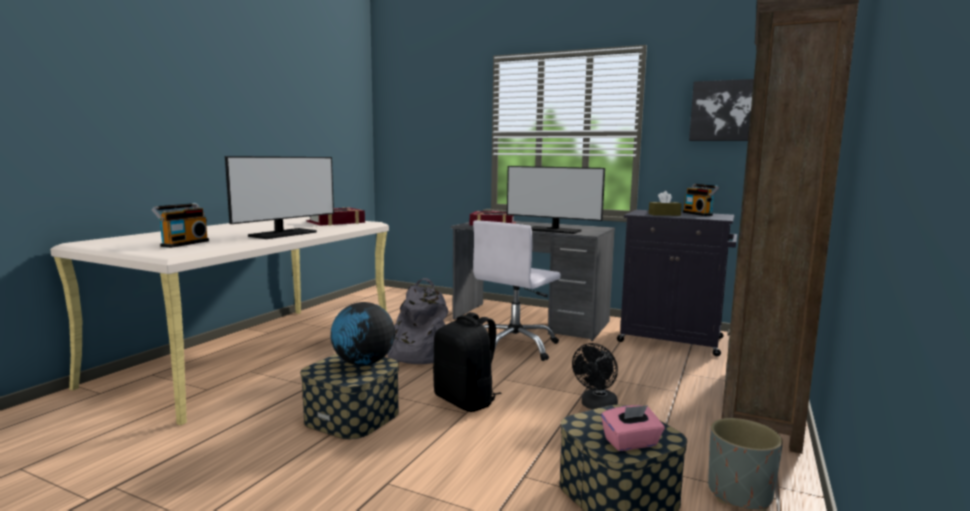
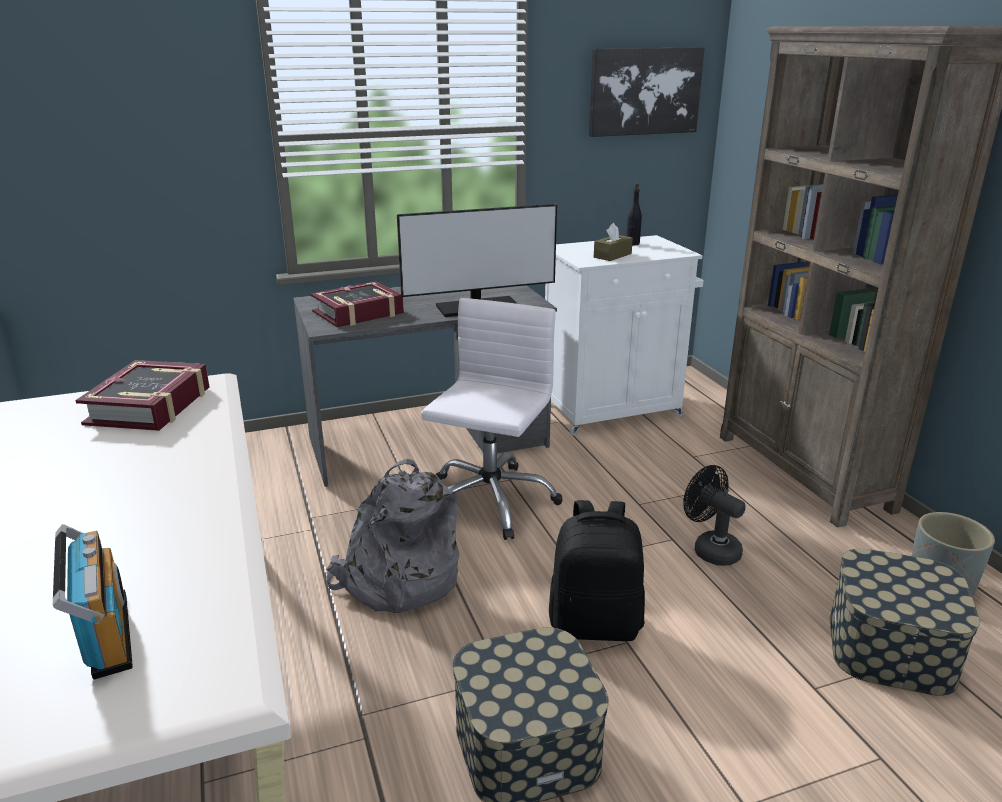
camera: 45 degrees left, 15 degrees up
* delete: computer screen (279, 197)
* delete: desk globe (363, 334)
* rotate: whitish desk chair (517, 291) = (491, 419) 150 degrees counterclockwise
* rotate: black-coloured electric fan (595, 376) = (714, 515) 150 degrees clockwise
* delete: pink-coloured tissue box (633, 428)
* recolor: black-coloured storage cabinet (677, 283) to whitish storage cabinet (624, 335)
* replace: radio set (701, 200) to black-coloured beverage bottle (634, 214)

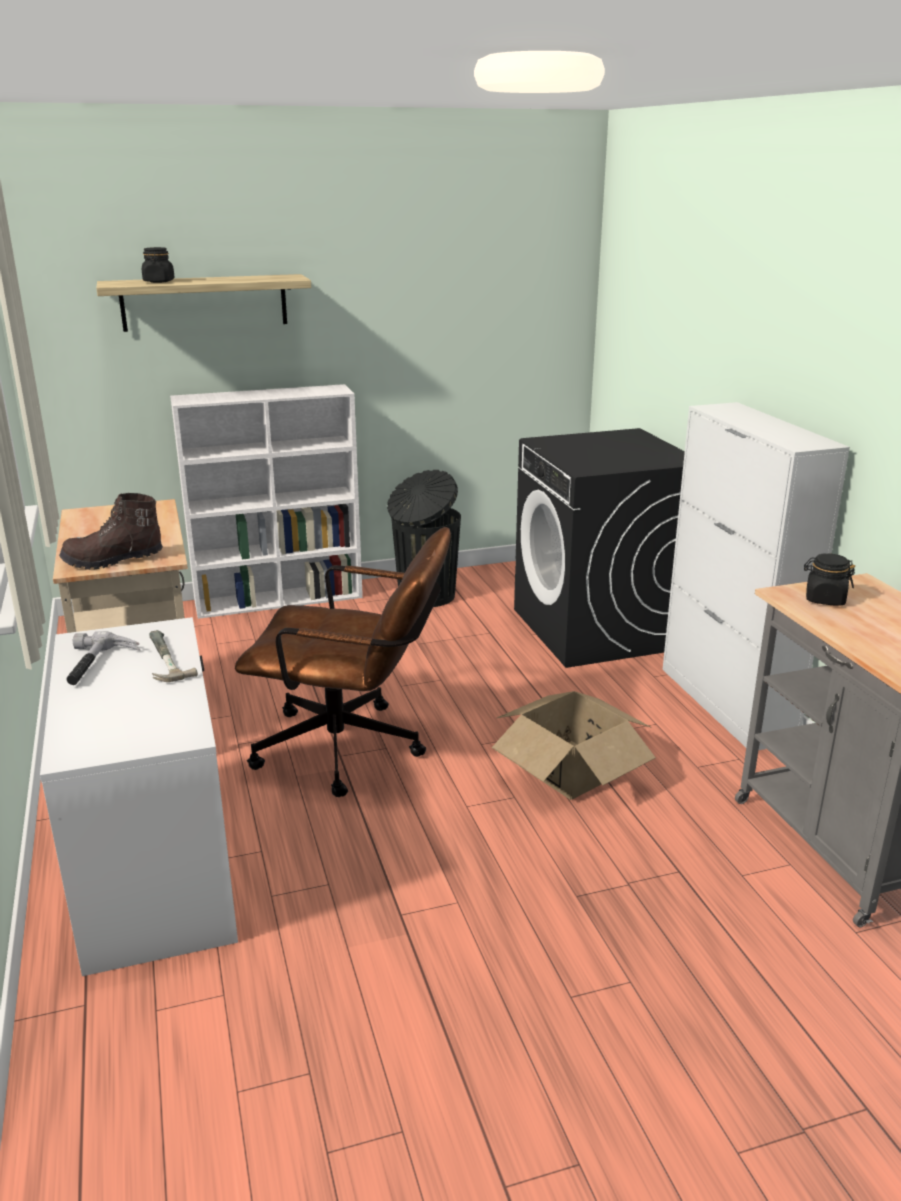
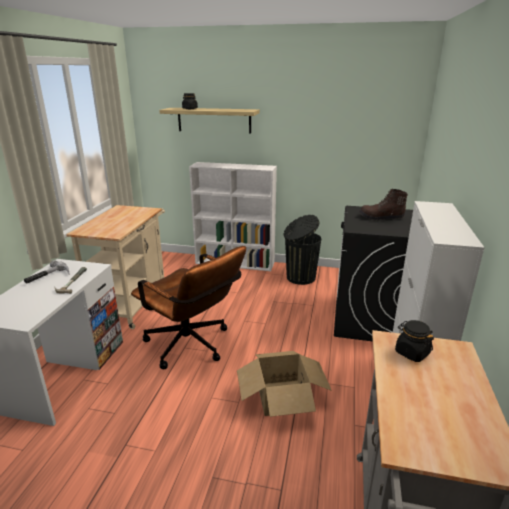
camera: 30 degrees right, 0 degrees up
* move: brownish high-top boot (111, 531) to (383, 204)

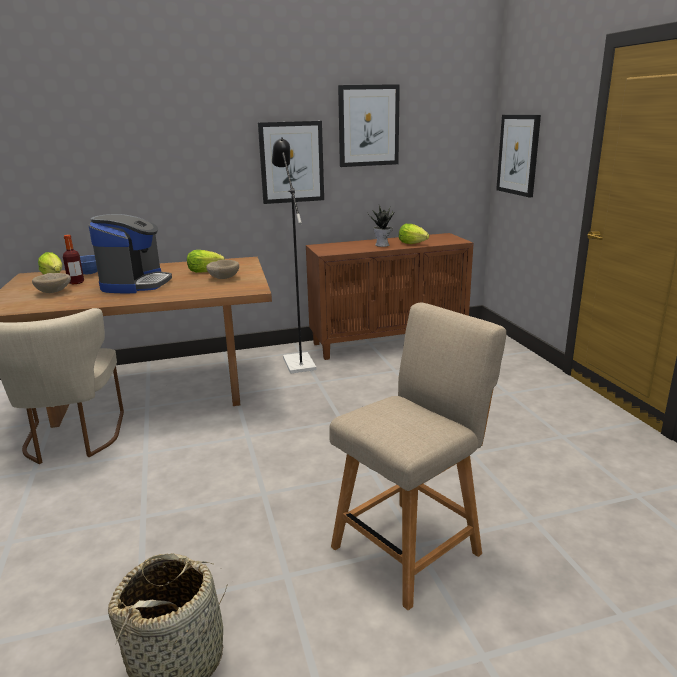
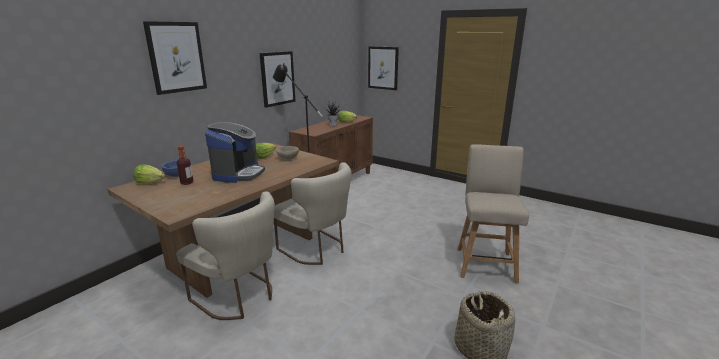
camera: 40 degrees left, 0 degrees up
* delete: beige-coloured deep dish (51, 283)
* rotate: coffee brewer (130, 253) = (235, 152) 45 degrees clockwise
* move: wall art (369, 125) to (175, 58)
* insert: beige-coloured chair (313, 213)

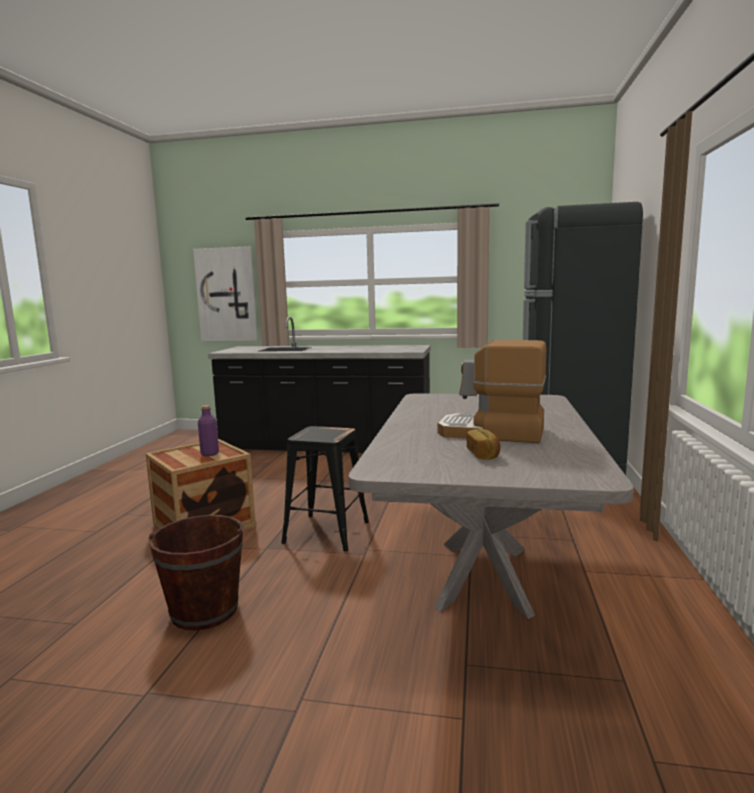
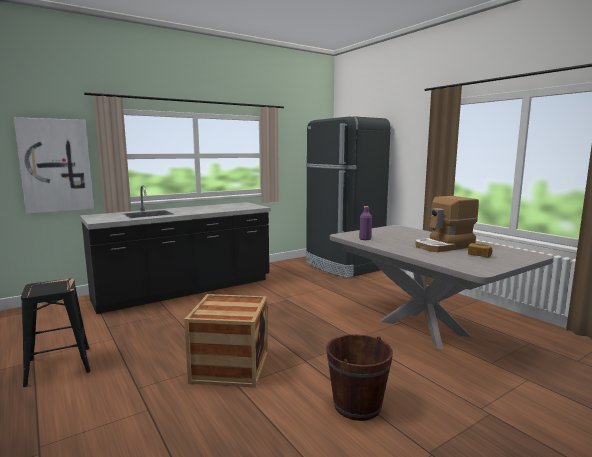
camera: 45 degrees left, 0 degrees up
* move: purple-coloured beverage bottle (208, 430) to (365, 223)
* move: black-coloured sitting stool (325, 488) to (56, 332)

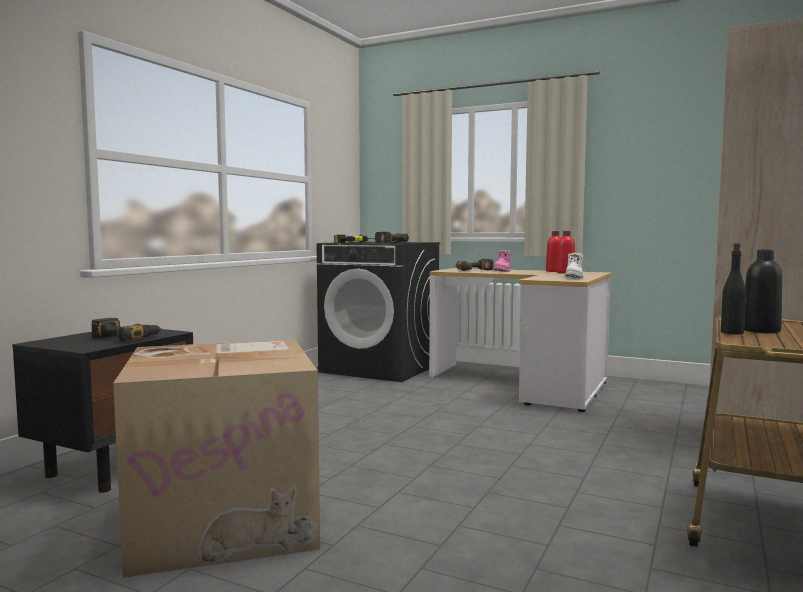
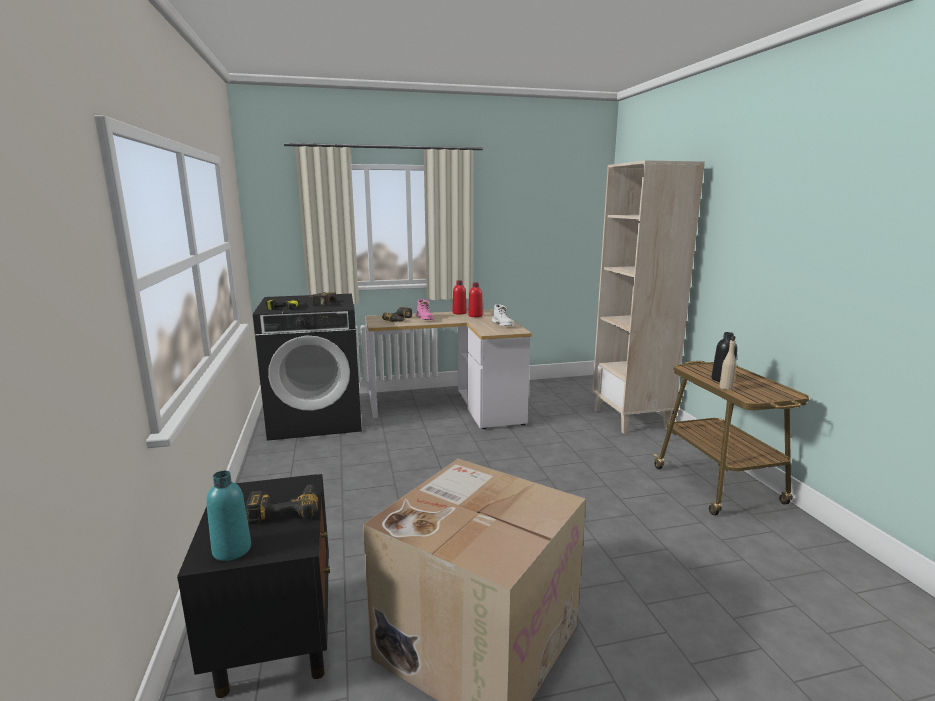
camera: 40 degrees left, 10 degrees up
* recolor: black-coloured beverage bottle (734, 288) to beige-coloured beverage bottle (728, 363)
* insert: turquoise-coloured beverage bottle (228, 516)

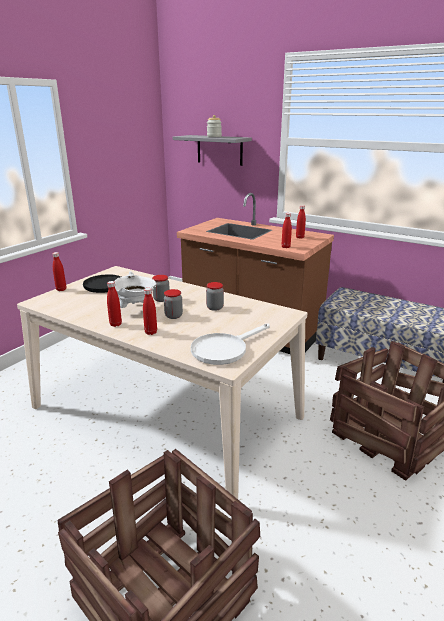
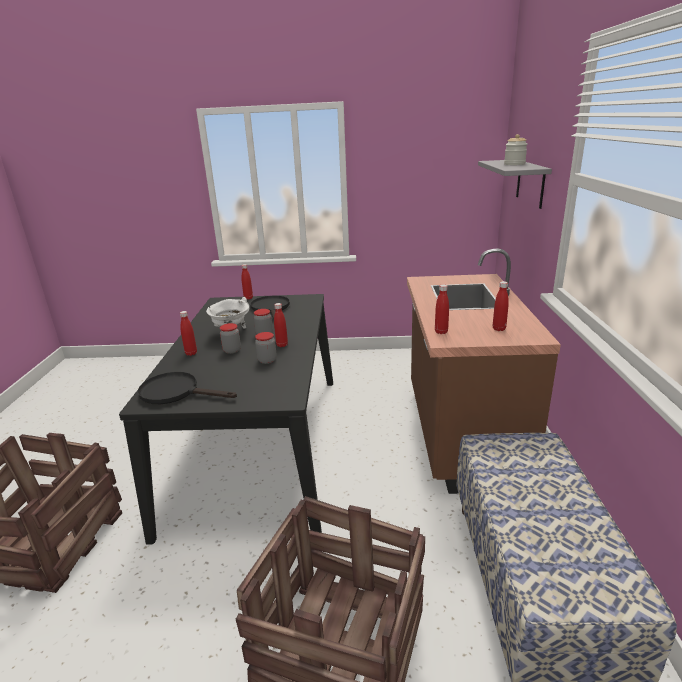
camera: 60 degrees right, 0 degrees up
* recolor: beige-coloured kitchen table (162, 382) to black-coloured kitchen table (226, 419)
* move: red beverage bottle (114, 304) to (281, 325)
* recolor: whitish frying pan (230, 344) to black-coloured frying pan (187, 388)

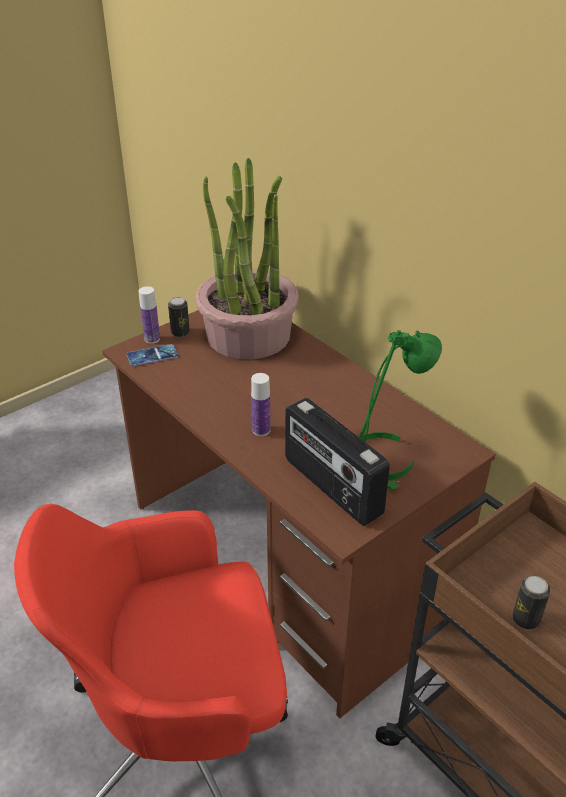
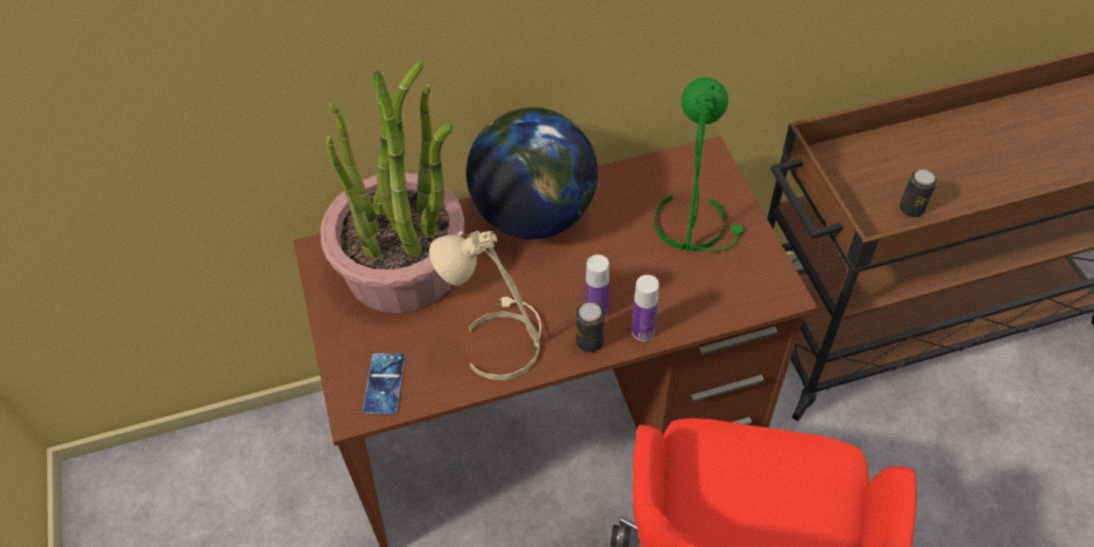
camera: 65 degrees left, 15 degrees up
* move: beverage bottle (149, 315) to (645, 308)
* move: can (179, 317) to (590, 327)
* delete: radio set (337, 462)
* insert: beige-coloured table lamp (485, 305)
* insert: desk globe (532, 173)

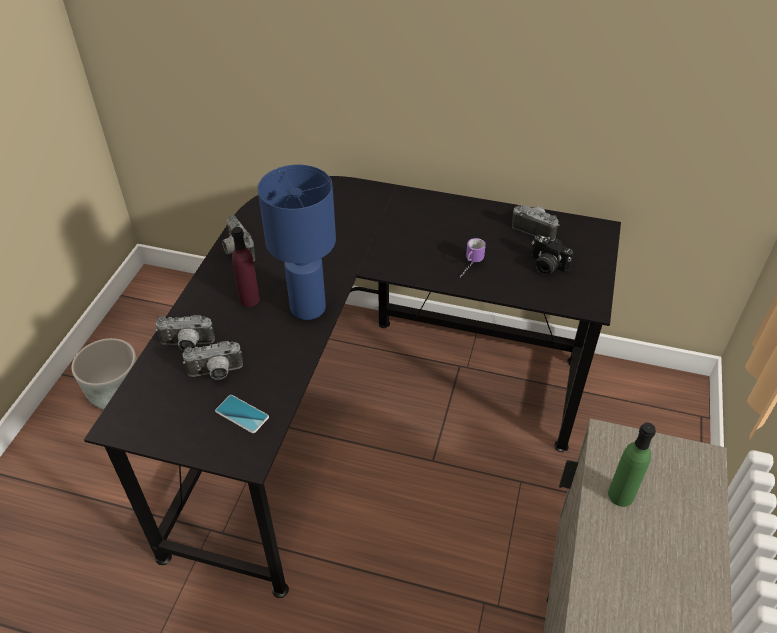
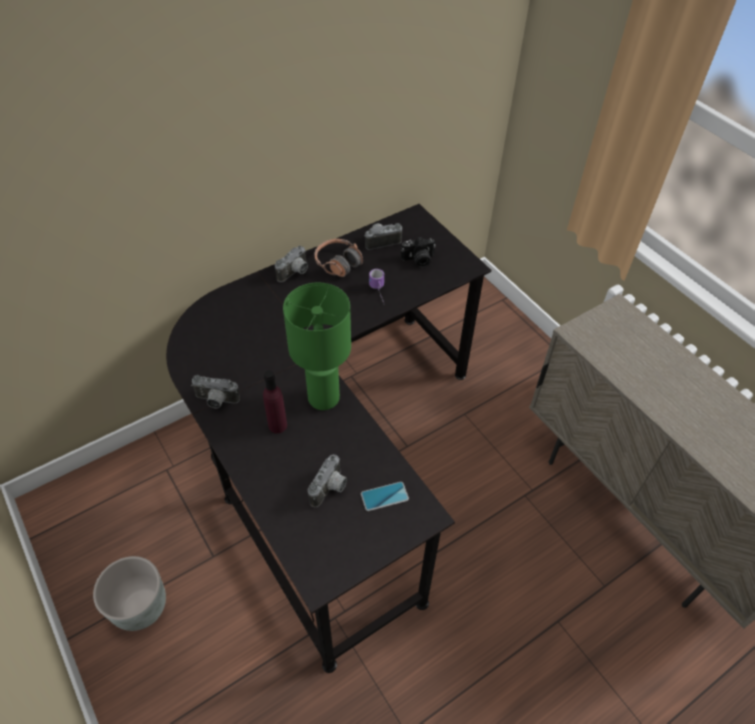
camera: 50 degrees left, 5 degrees up
* move: still camera (185, 333) to (291, 264)
* recolor: blue-coloured table lamp (297, 242) to greenish table lamp (317, 346)
* delete: greenish beverage bottle (632, 465)
* insert: headphones (338, 258)

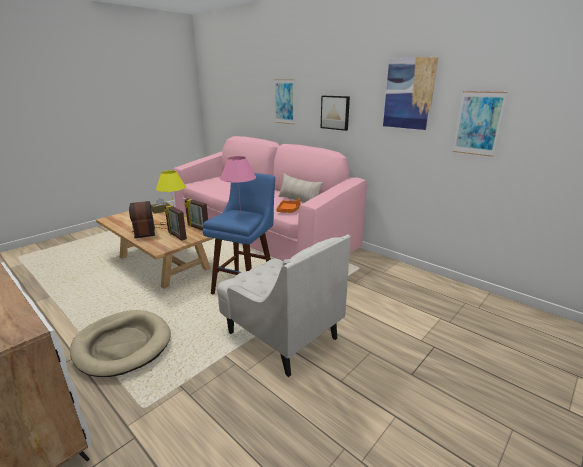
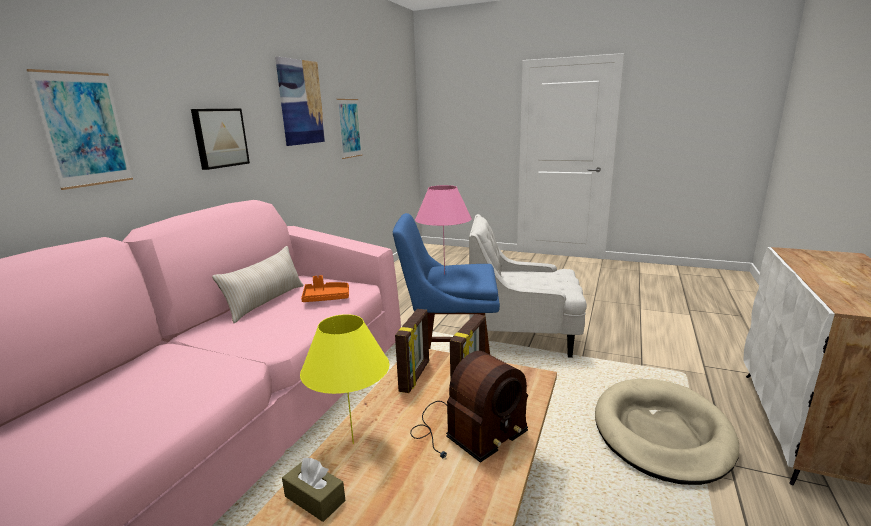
camera: 110 degrees left, 5 degrees down
* rotate: whitish lounge chair (284, 305) = (528, 286) 105 degrees counterclockwise

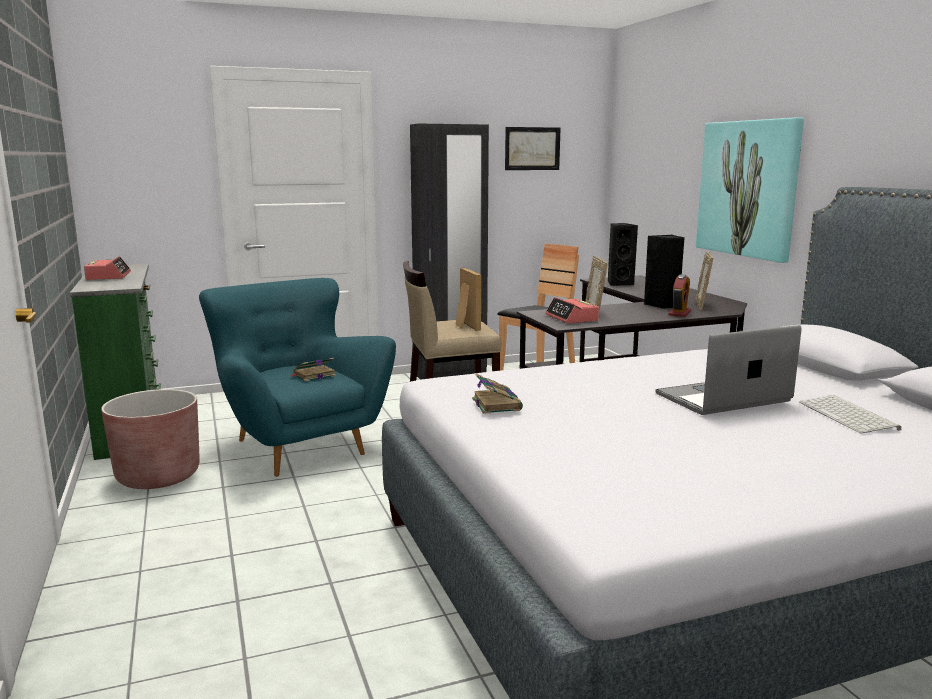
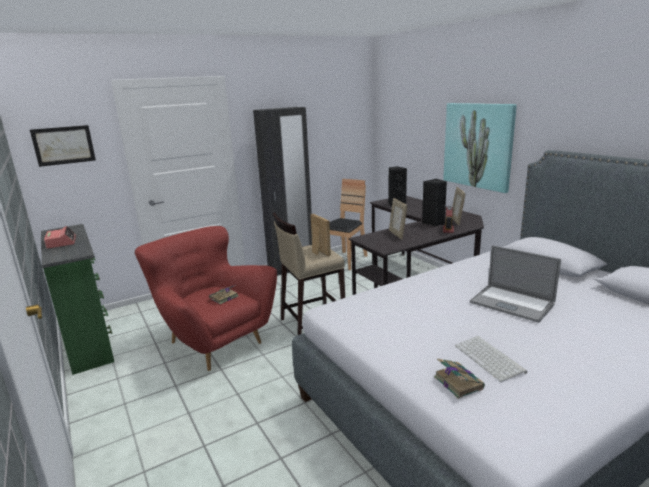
camera: 10 degrees left, 5 degrees up
* delete: brownish planter (150, 439)
* recolor: turquoise-coloured lounge chair (297, 377) to red lounge chair (206, 298)
* move: bound book (497, 394) to (459, 378)
* move: wall art (533, 148) to (63, 146)
* delete: table clock (572, 310)
* rotate: laptop (728, 370) = (515, 284) 105 degrees counterclockwise
* move: keyboard (850, 414) to (491, 359)

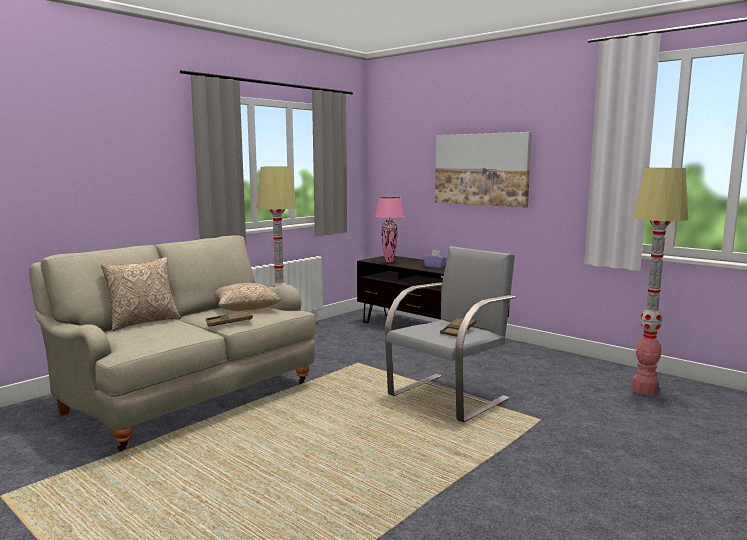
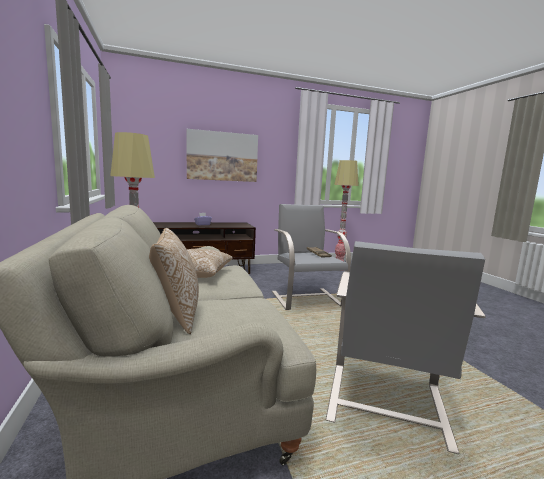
camera: 60 degrees left, 0 degrees up
* delete: brownish carrying tray (229, 318)
* delete: pink-coloured table lamp (389, 230)
* insert: greyish lounge chair (406, 347)

